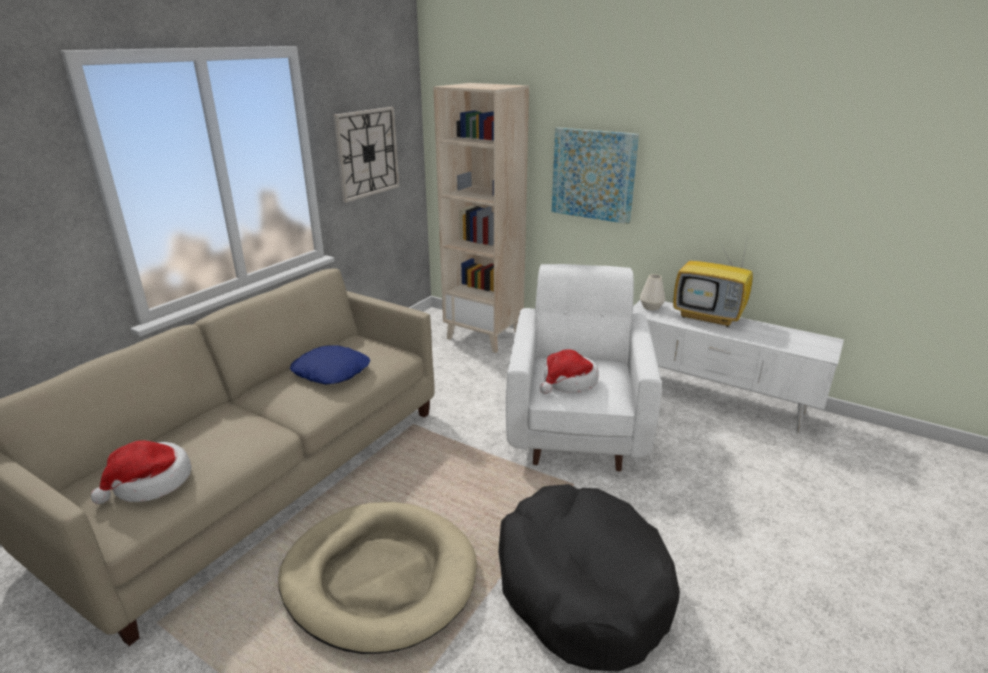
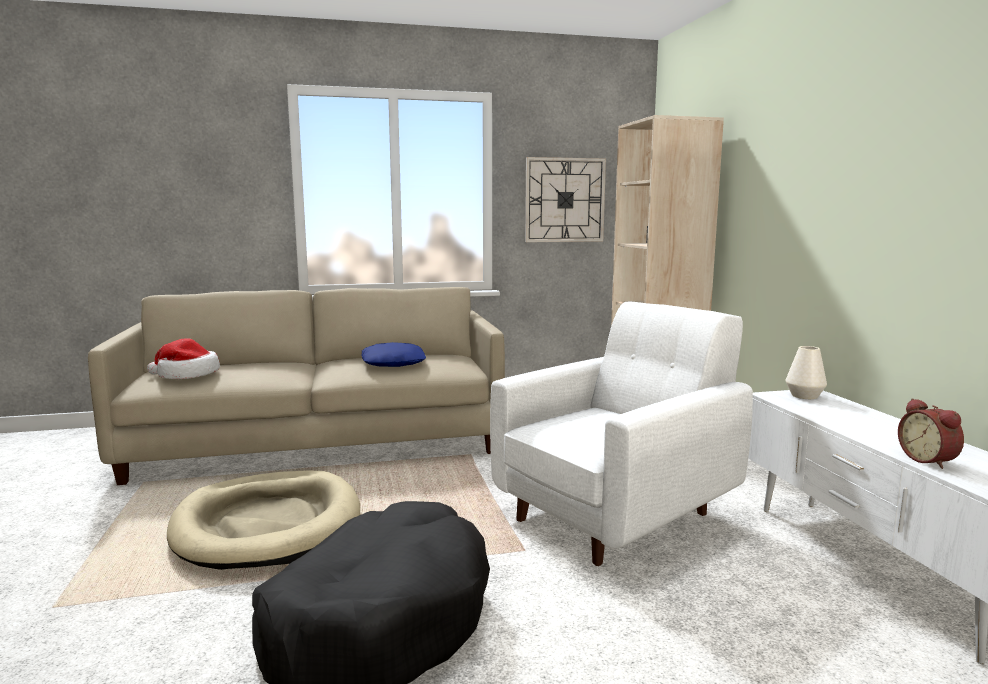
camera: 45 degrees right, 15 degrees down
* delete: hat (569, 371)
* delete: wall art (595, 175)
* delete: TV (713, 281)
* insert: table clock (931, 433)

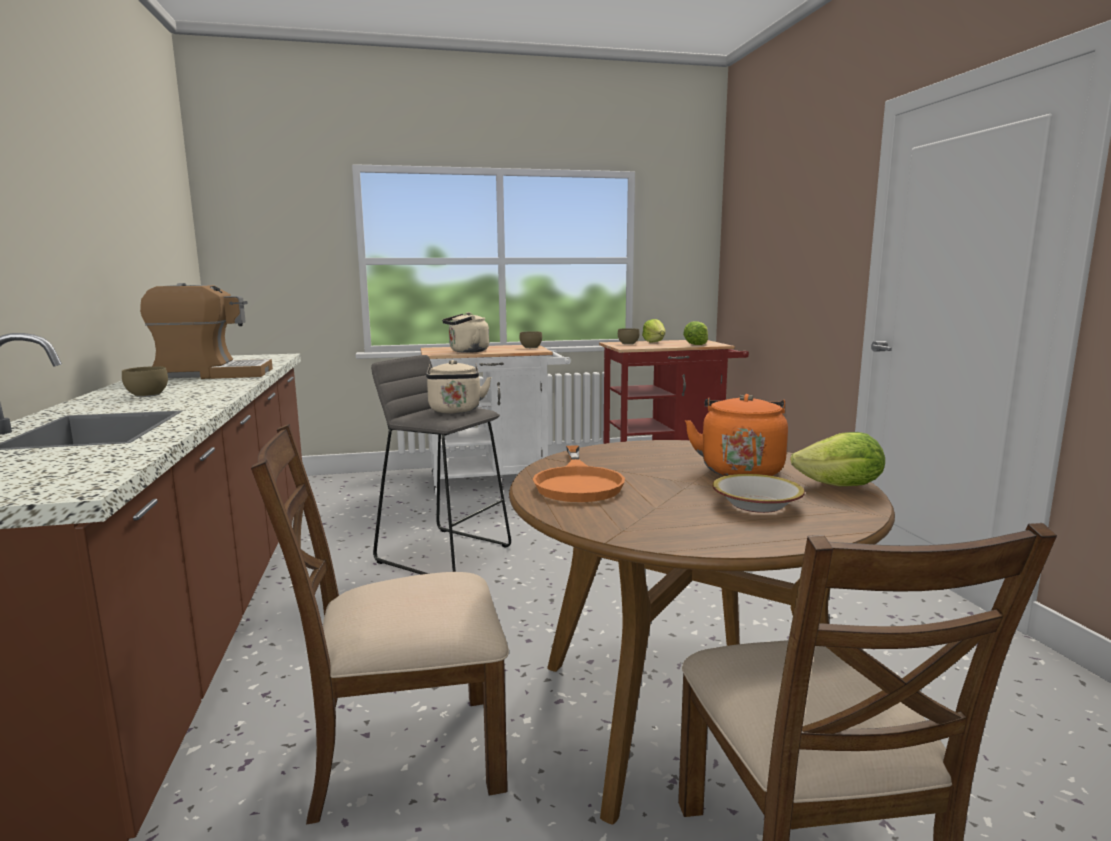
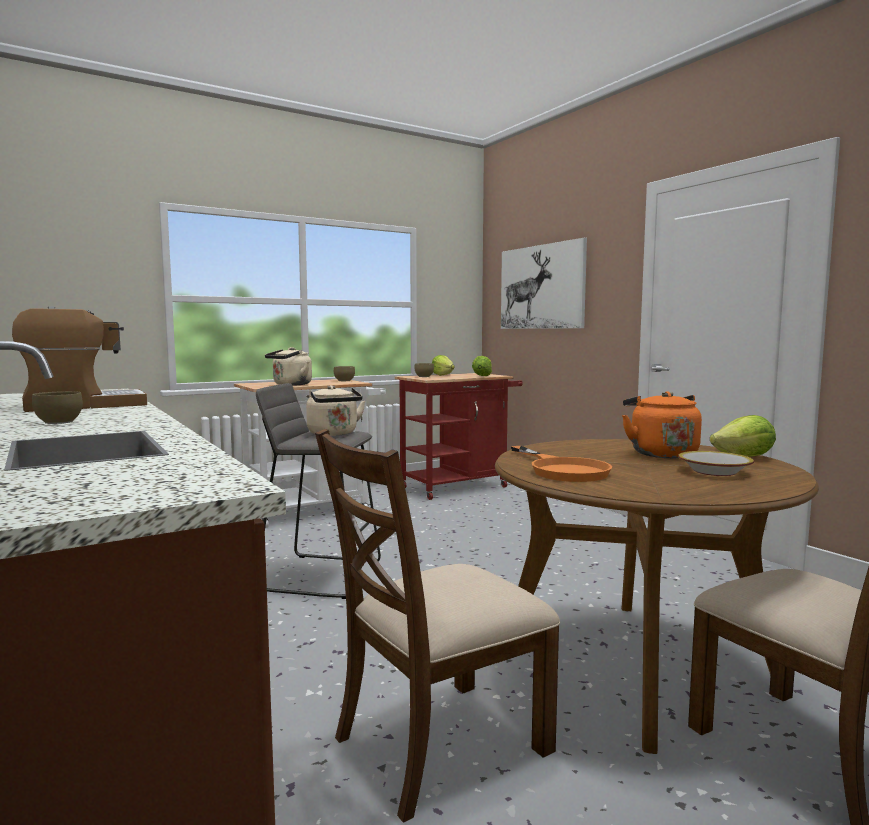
camera: 20 degrees left, 5 degrees down
* insert: wall art (544, 283)

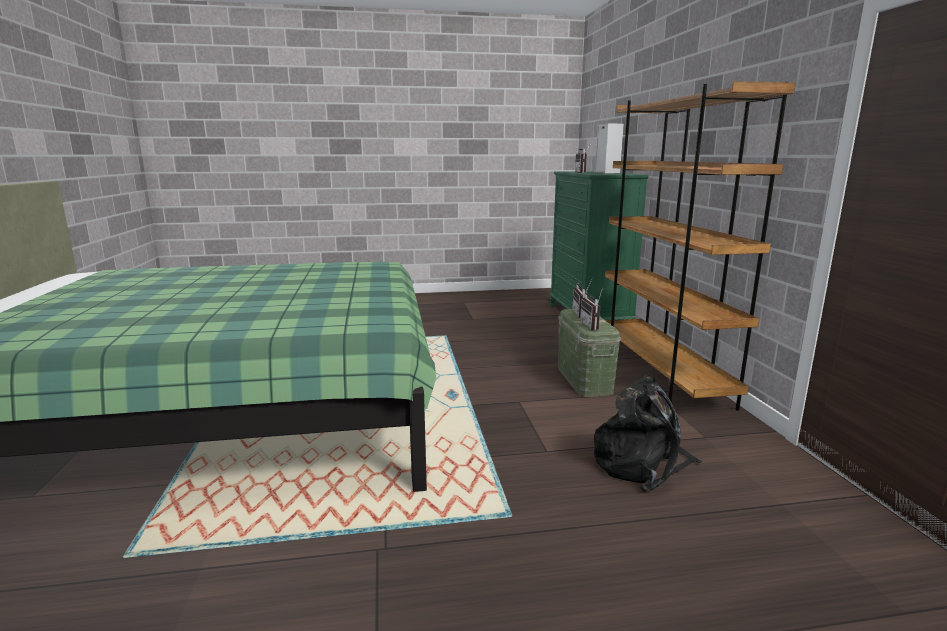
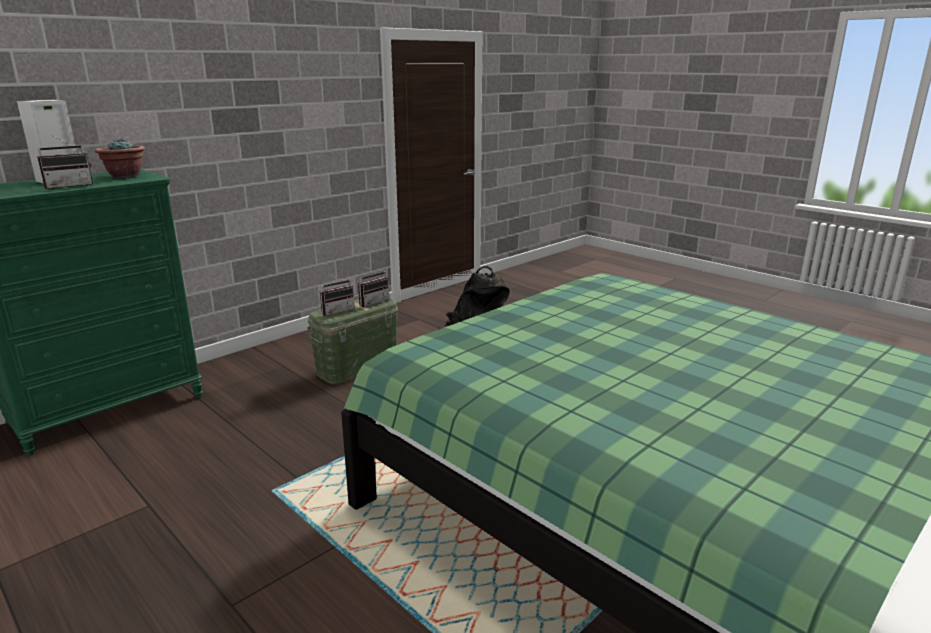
camera: 125 degrees left, 5 degrees up
* delete: brownish bookshelf (700, 246)
* insert: plant in a pot (120, 158)

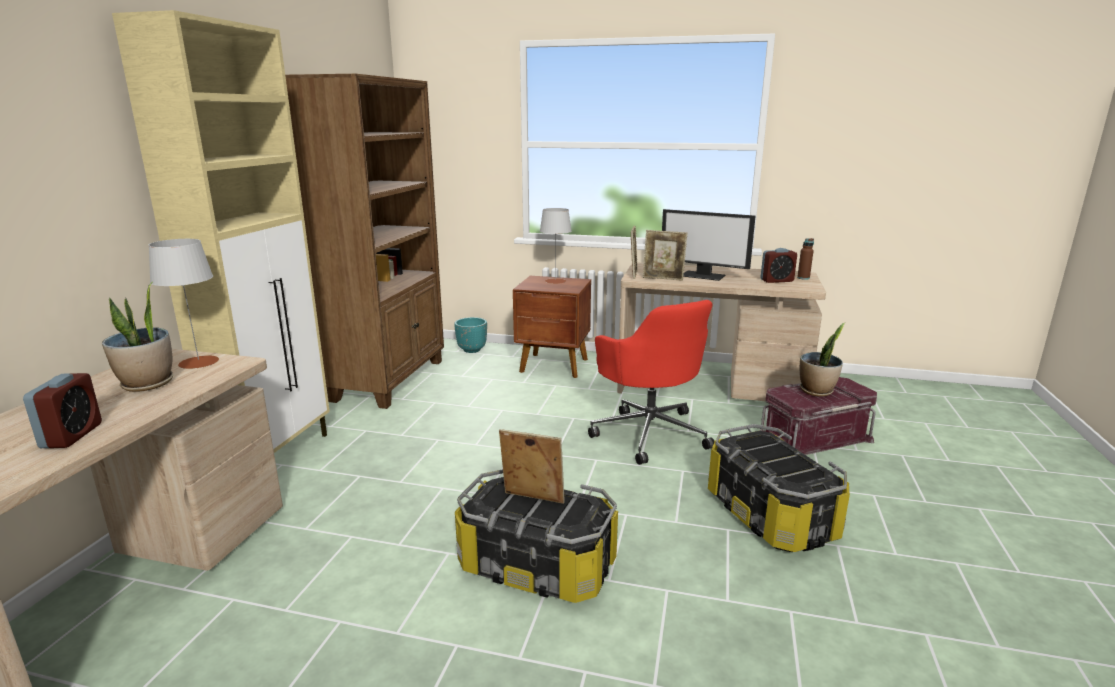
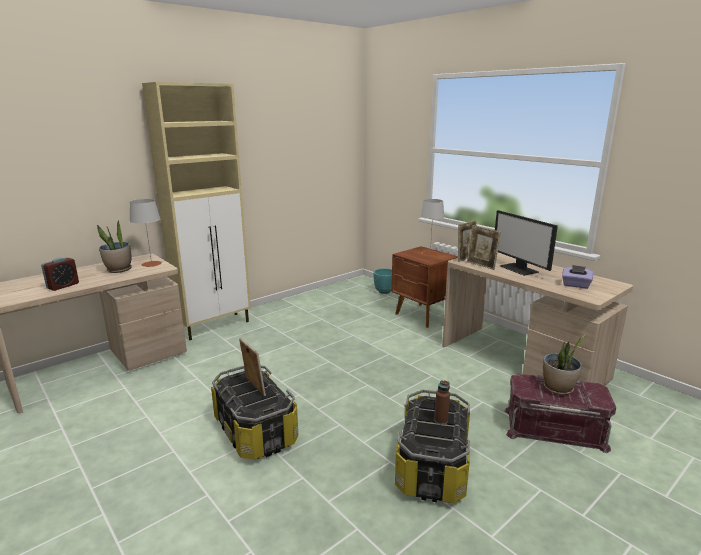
camera: 35 degrees right, 0 degrees up
* delete: brownish bookshelf (364, 241)
* delete: red desk chair (651, 382)
* replace: table clock (778, 265) to purple-coloured tissue box (578, 277)
* move: brownish beverage bottle (805, 259) to (442, 402)

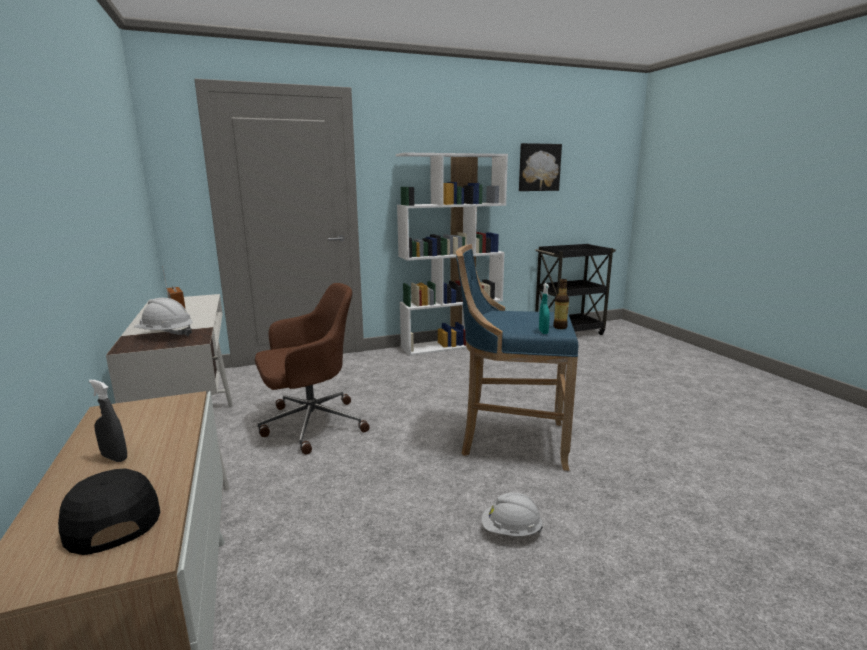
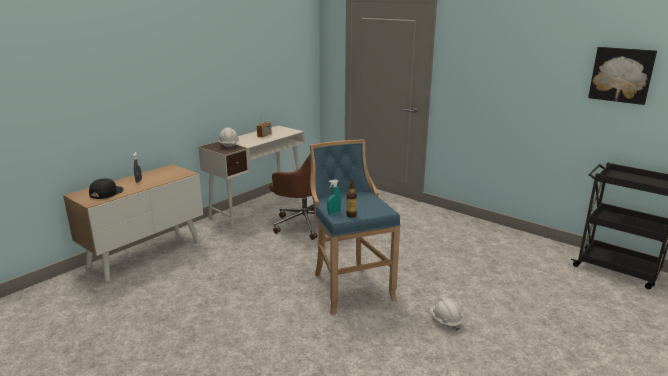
camera: 60 degrees right, 5 degrees up
* delete: whitish bookshelf (452, 254)
* move: whitish work helmet (512, 514) to (446, 314)

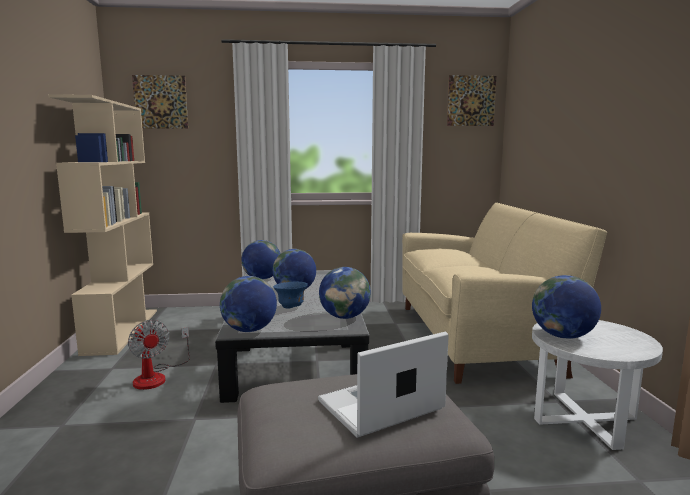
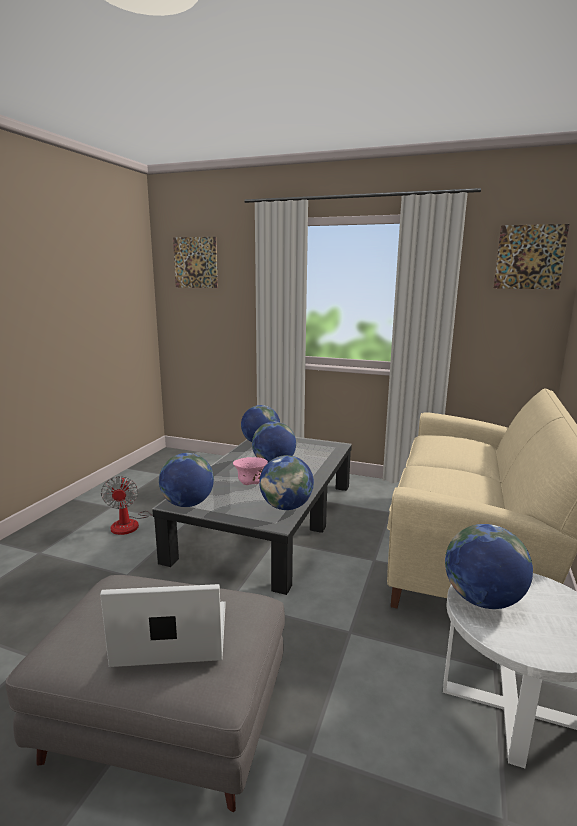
camera: 25 degrees right, 5 degrees up
* delete: beige-coloured bookshelf (102, 225)
* recolor: blue-coloured deep dish (290, 295) to pink-coloured deep dish (250, 471)

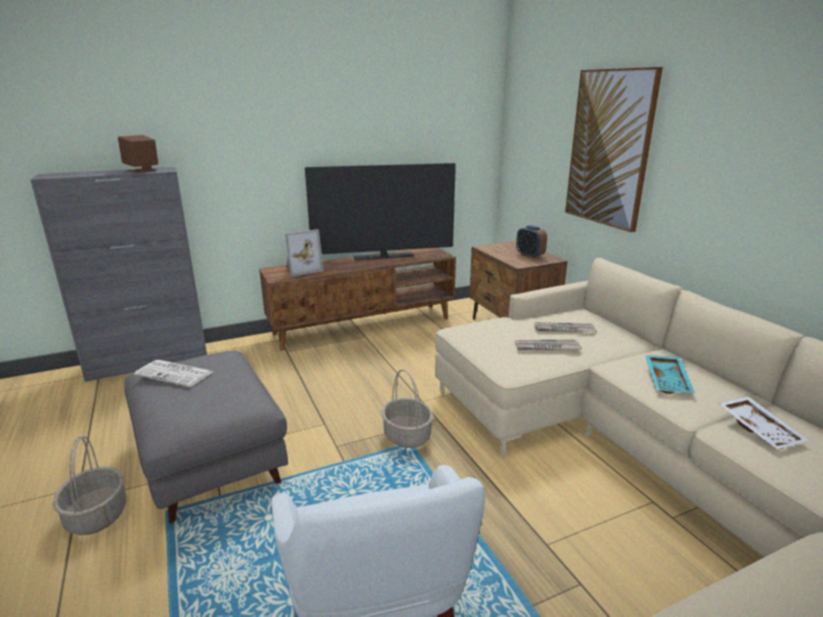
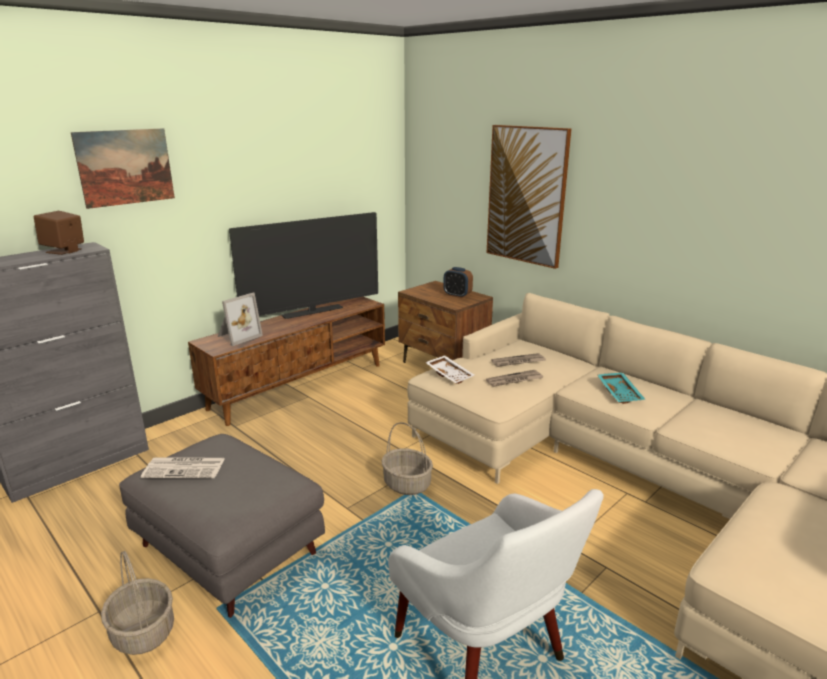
camera: 20 degrees left, 0 degrees up
* move: whitish carrying tray (763, 423) to (449, 369)
* insert: wall art (123, 168)

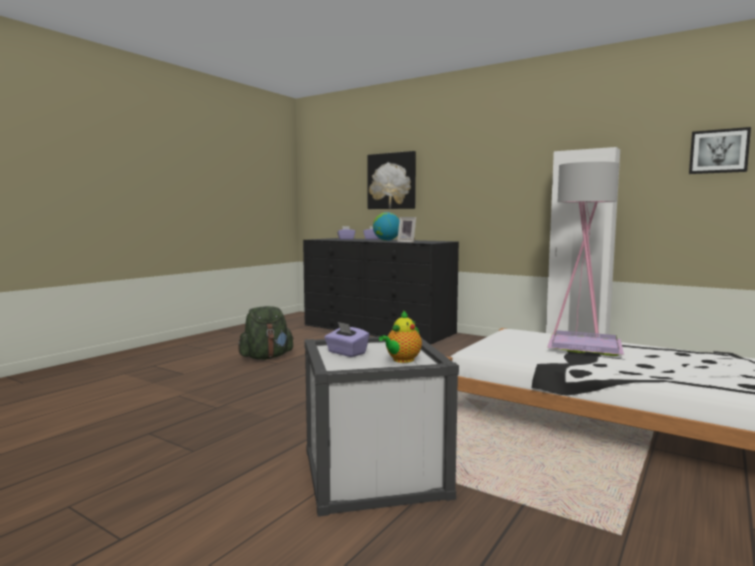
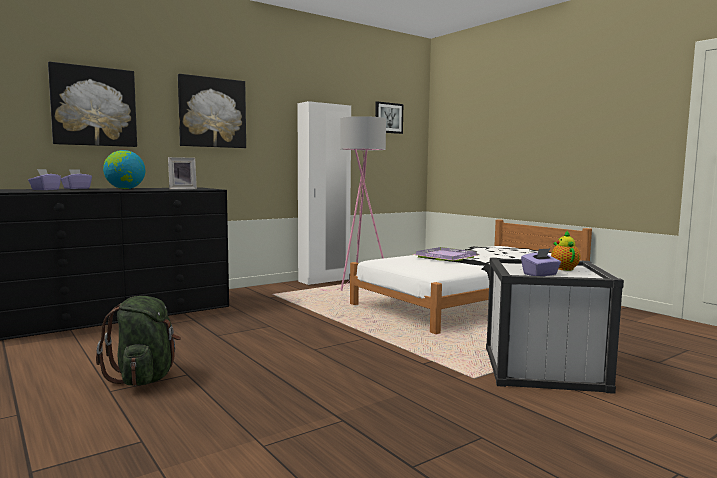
camera: 70 degrees left, 0 degrees up
* rotate: pot for tea (400, 336) = (566, 251) 150 degrees counterclockwise
* insert: wall art (212, 111)

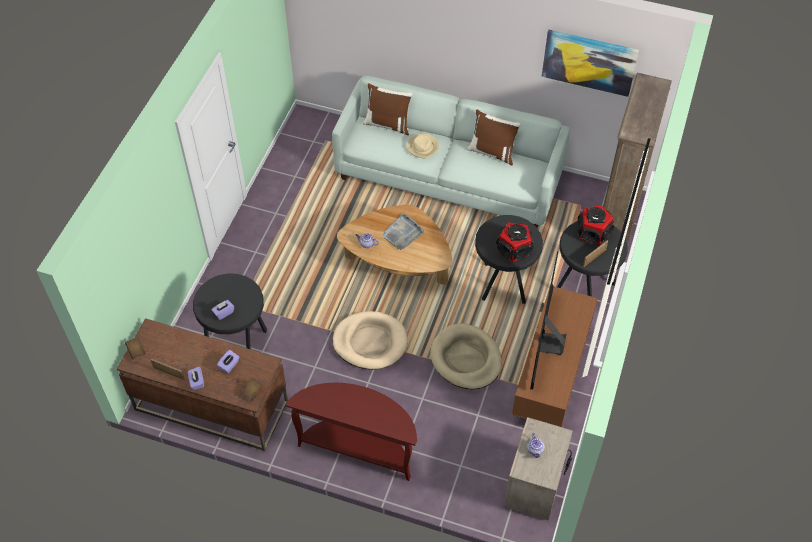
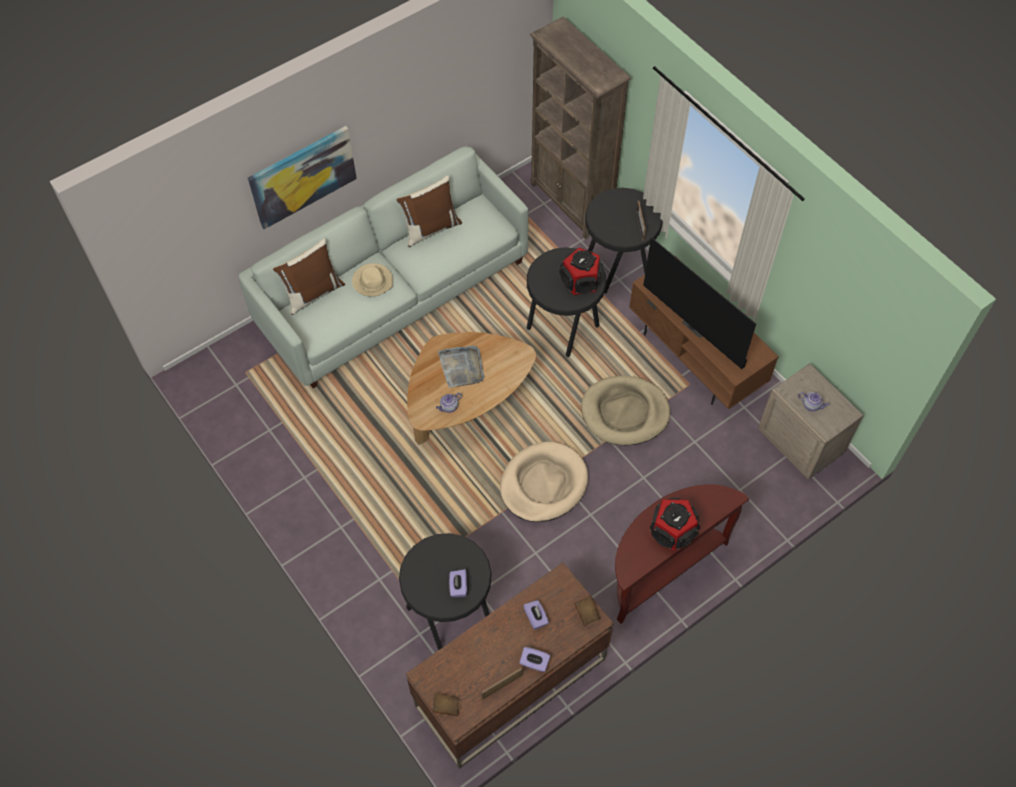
camera: 55 degrees left, 5 degrees up
* move: wall art (590, 63) to (302, 177)
* move: audio speaker (595, 225) to (675, 524)

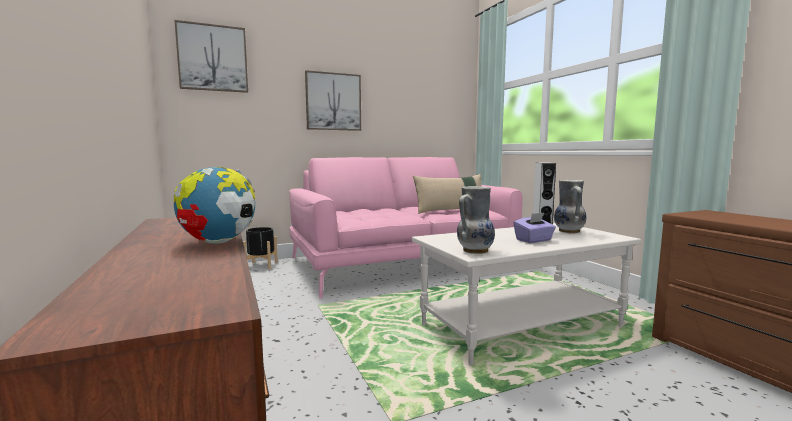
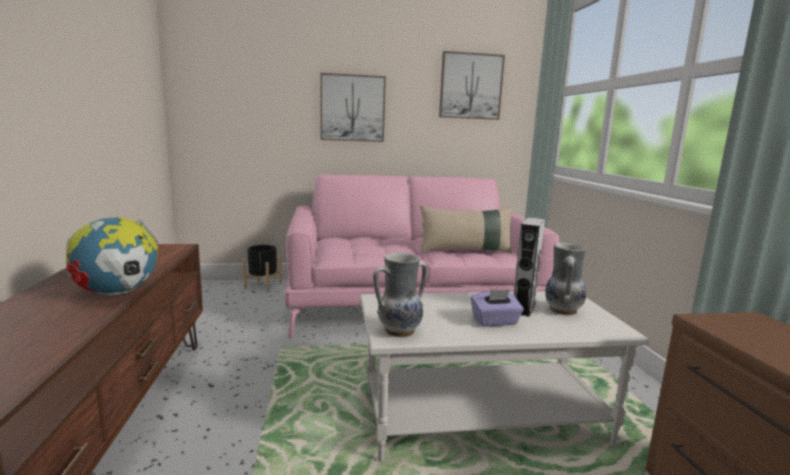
camera: 15 degrees right, 5 degrees up
* move: wall art (211, 56) to (472, 85)

